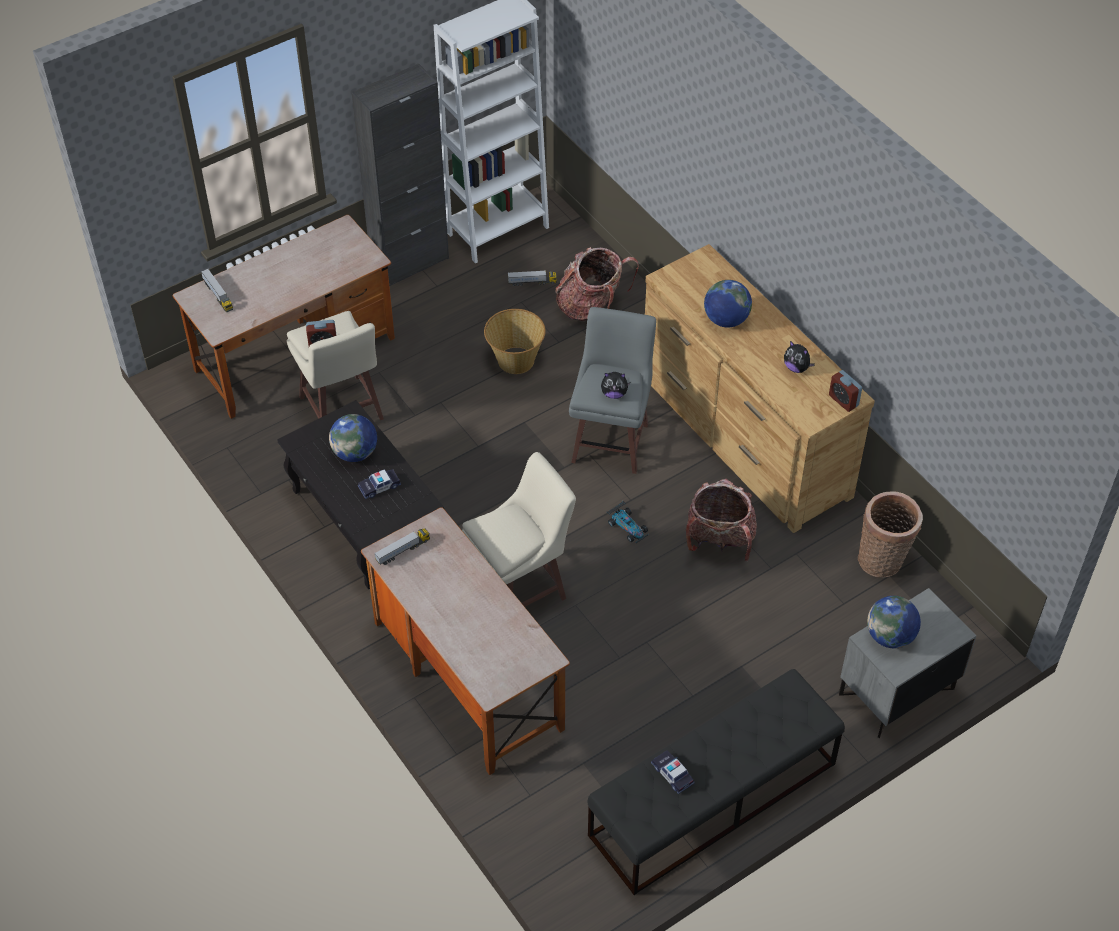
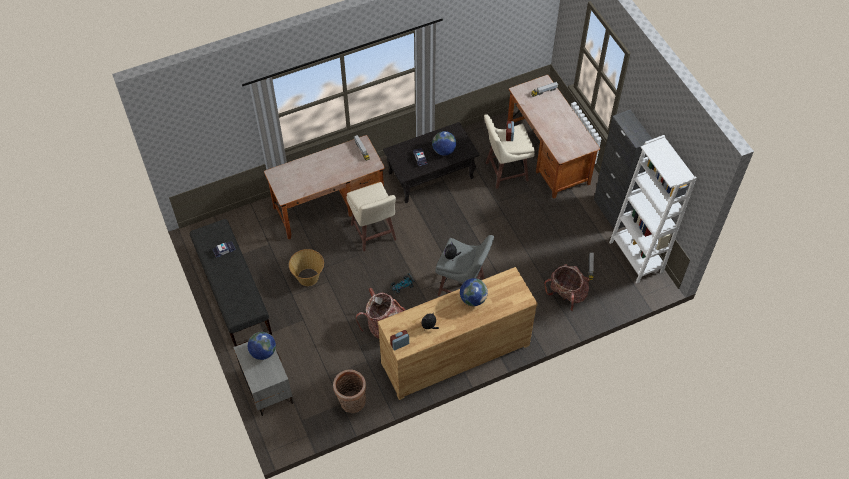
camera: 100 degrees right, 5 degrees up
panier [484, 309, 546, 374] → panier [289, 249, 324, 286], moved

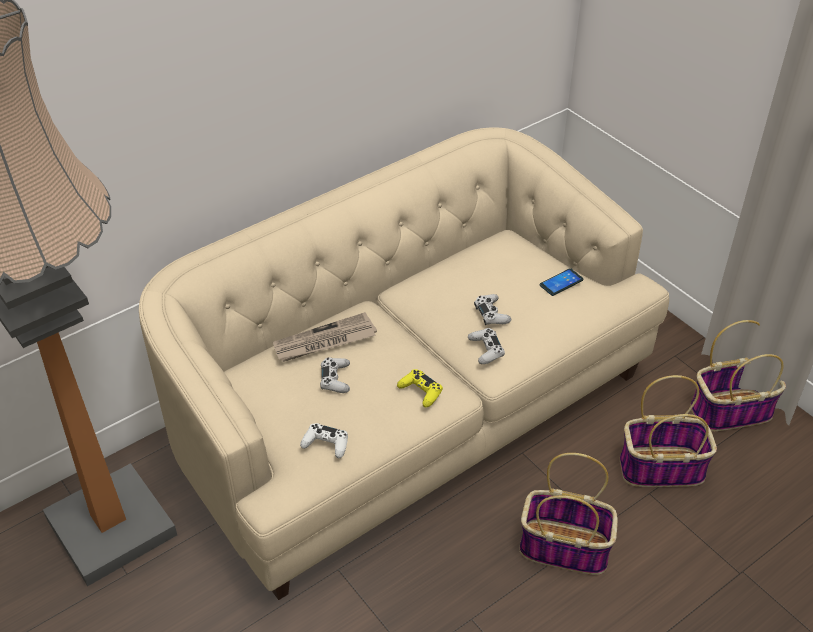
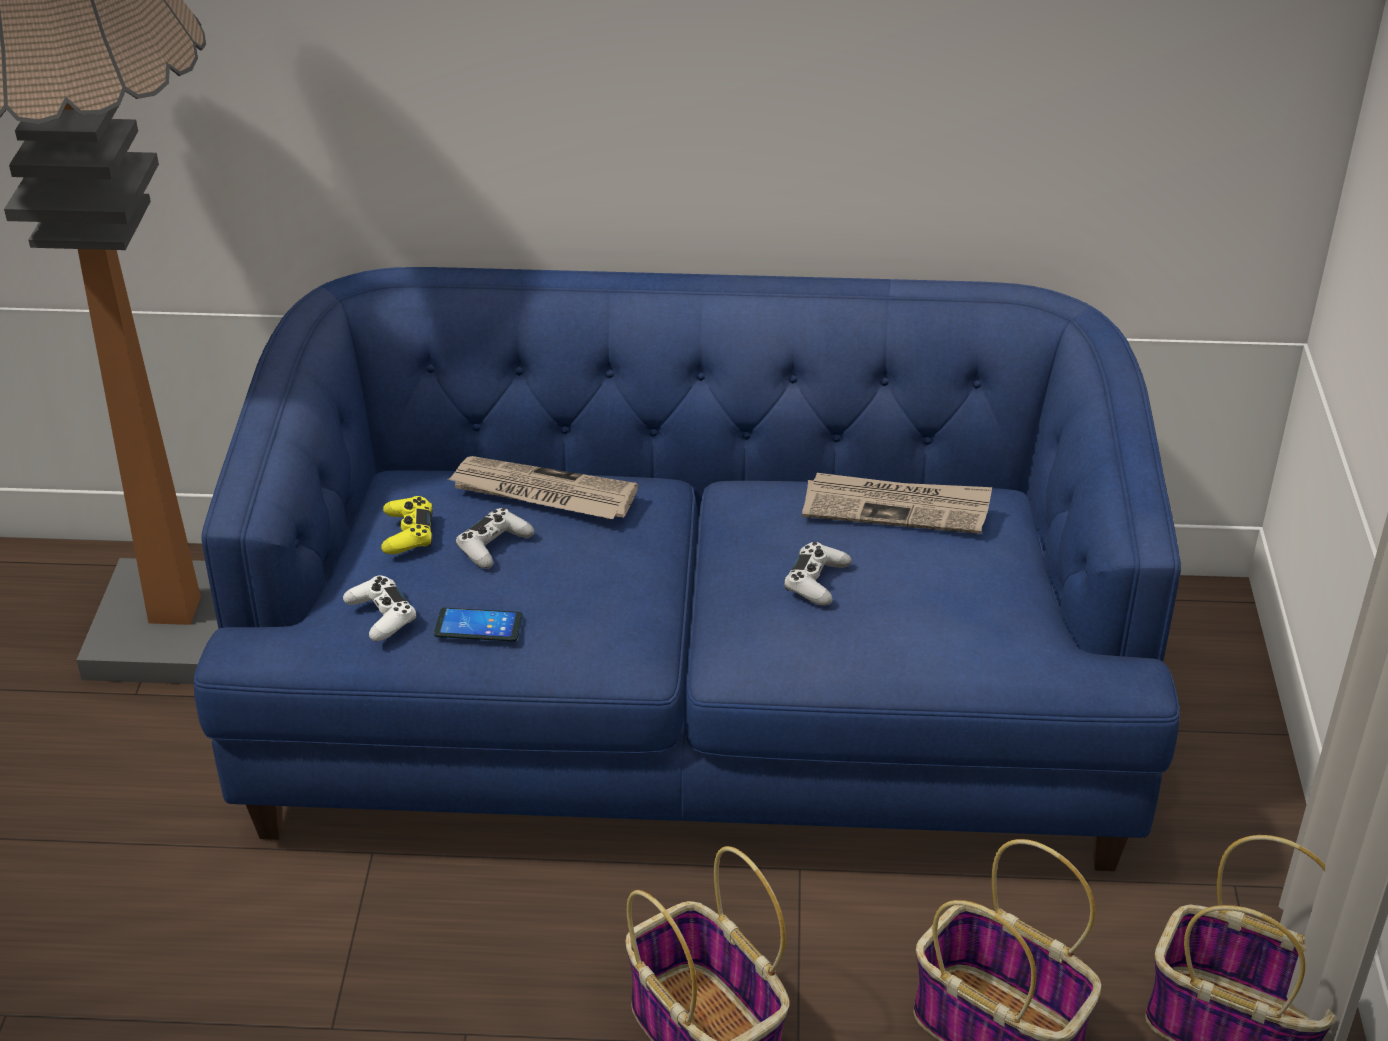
camera: 40 degrees right, 5 degrees down
canapé (beige) [139, 128, 669, 600] → canapé (bleu) [194, 267, 1181, 871]
manette (jaune) [397, 369, 443, 408] → manette (jaune) [381, 496, 433, 554], moved
téléphone [540, 268, 583, 296] → téléphone [434, 608, 523, 642], moved
- → journal [802, 473, 992, 534]
manette (blanc) [468, 328, 505, 364] → -

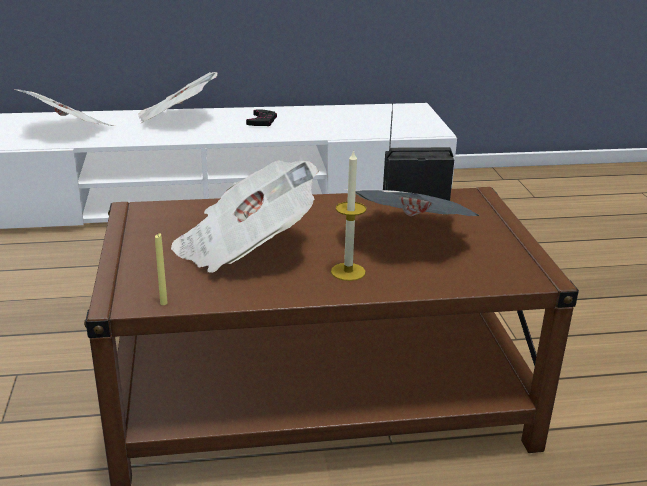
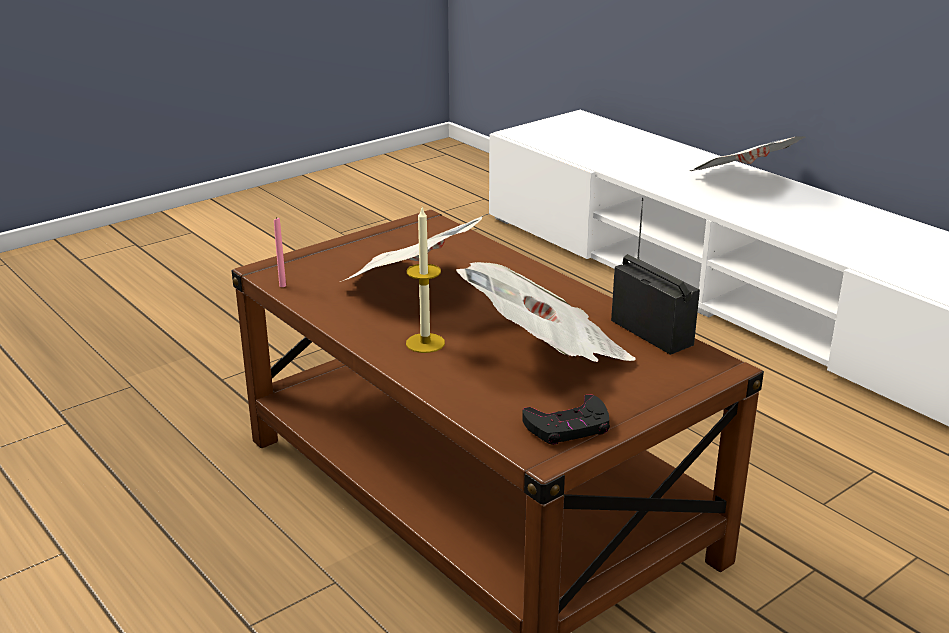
camera: 60 degrees right, 0 degrees up
bougie (jaune) [155, 233, 167, 305] → bougie (rose) [274, 217, 286, 287]
manette (noir) [246, 109, 277, 126] → manette (noir) [522, 395, 610, 445], moved
journal [17, 90, 115, 126] → -

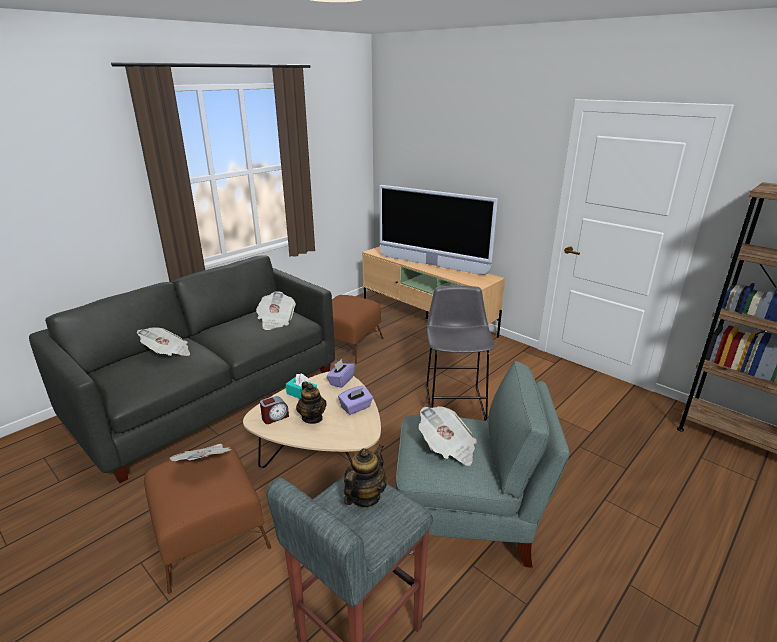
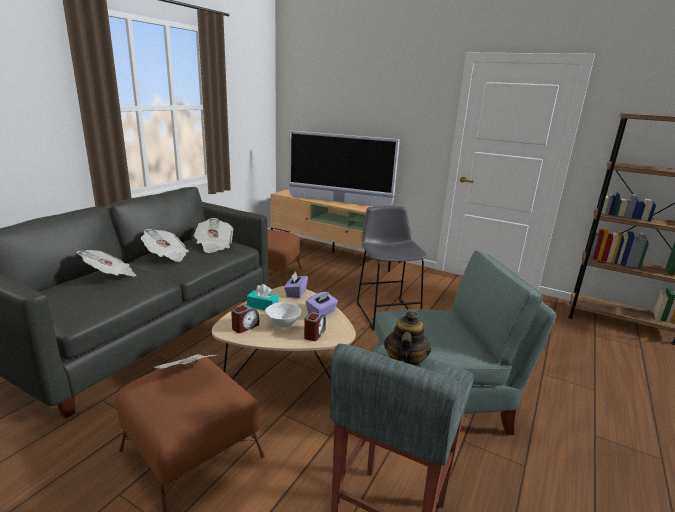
camera: 15 degrees left, 5 degrees down
journal [419, 406, 477, 466] → journal [141, 229, 189, 262], moved
théière [296, 382, 327, 424] → bol (blanc) [265, 302, 301, 327]
- → réveil [304, 312, 326, 341]

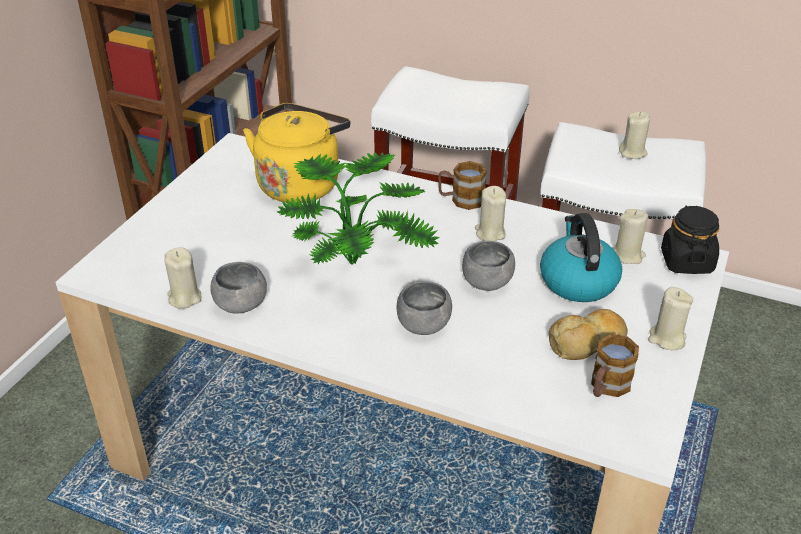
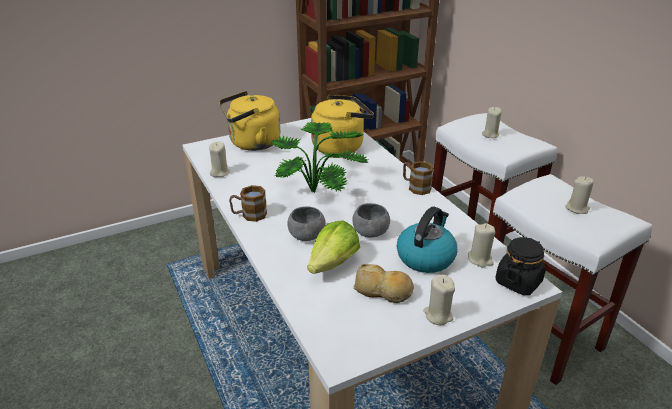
camera: 40 degrees right, 5 degrees down
- → bouilloire (jaune) [219, 91, 280, 151]
mug [591, 334, 639, 397] → mug [229, 185, 267, 222], moved
- → laitue [307, 220, 360, 274]
bougie (beige) [475, 186, 506, 241] → bougie (beige) [482, 107, 502, 138], moved
bol (gris) [210, 262, 267, 314] → -

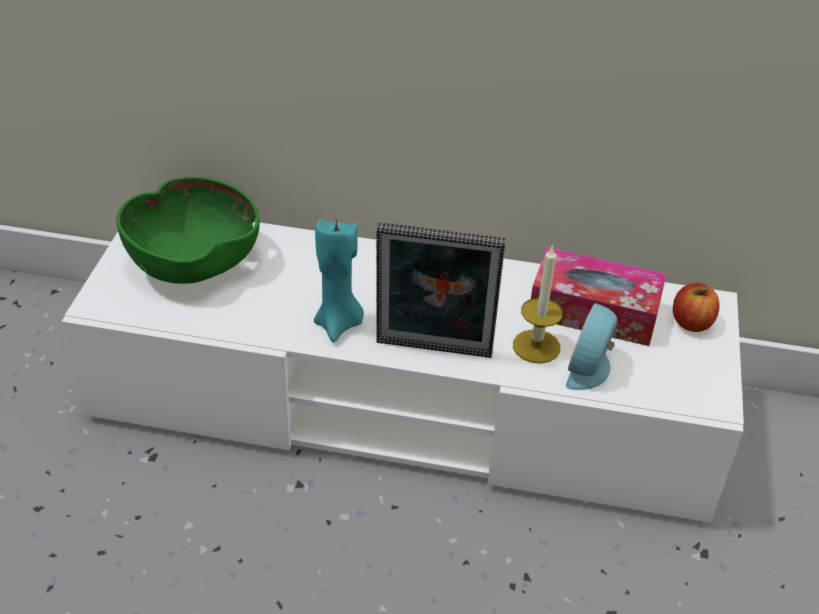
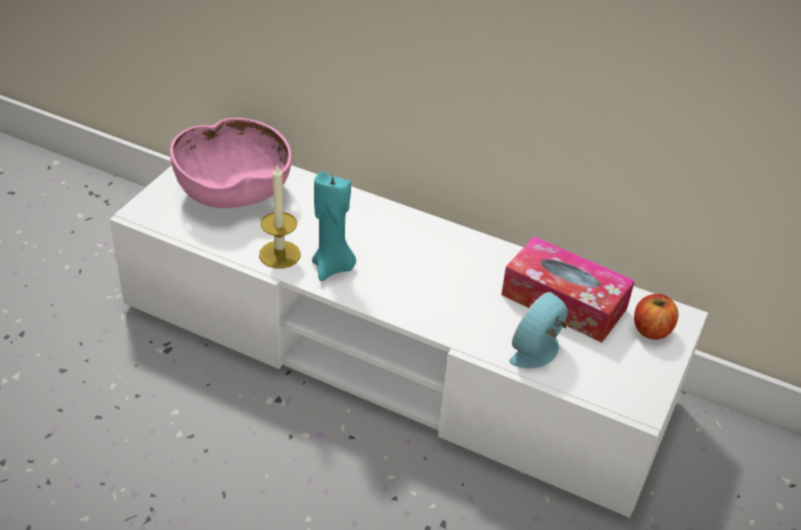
camera: 15 degrees right, 0 degrees up
bol (vert) [116, 177, 260, 284] → bol (rose) [170, 118, 292, 208]
bougie [513, 245, 563, 364] → bougie [259, 164, 301, 269], moved
cadre photo [376, 223, 506, 358] → -

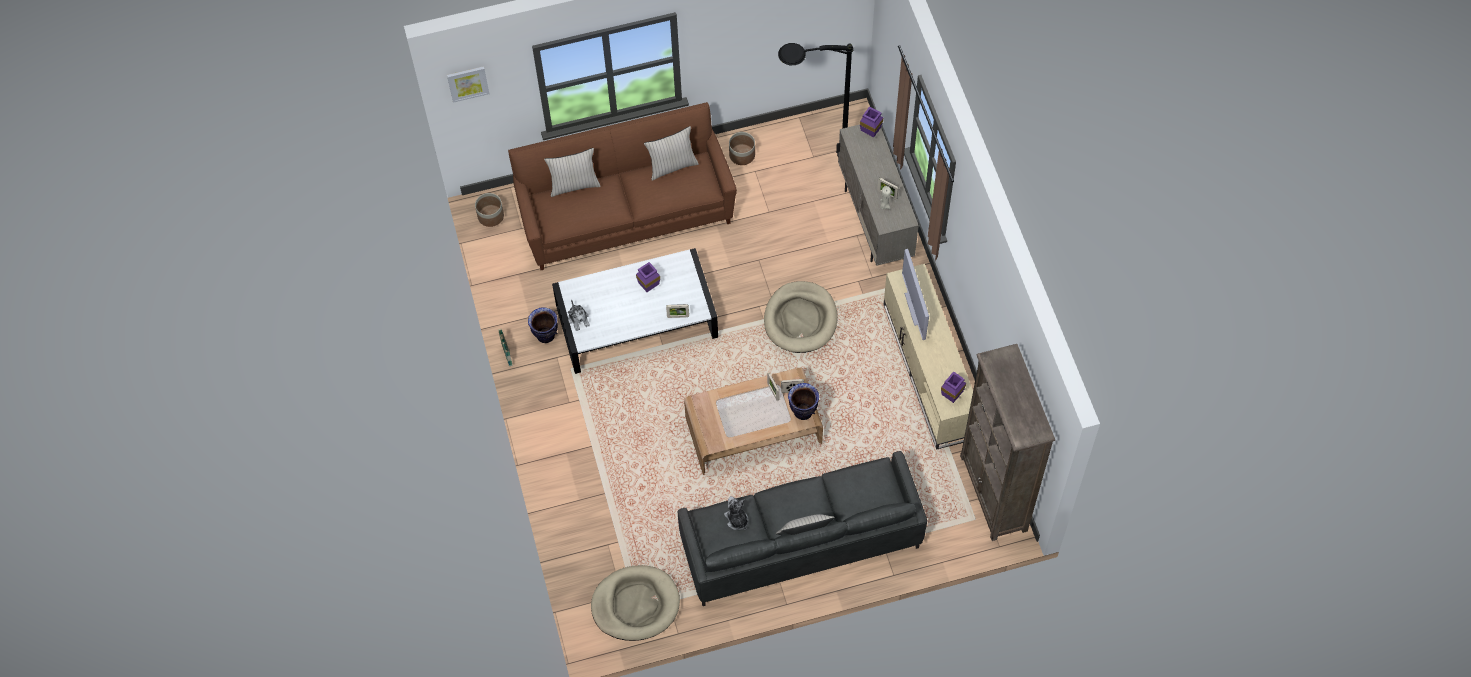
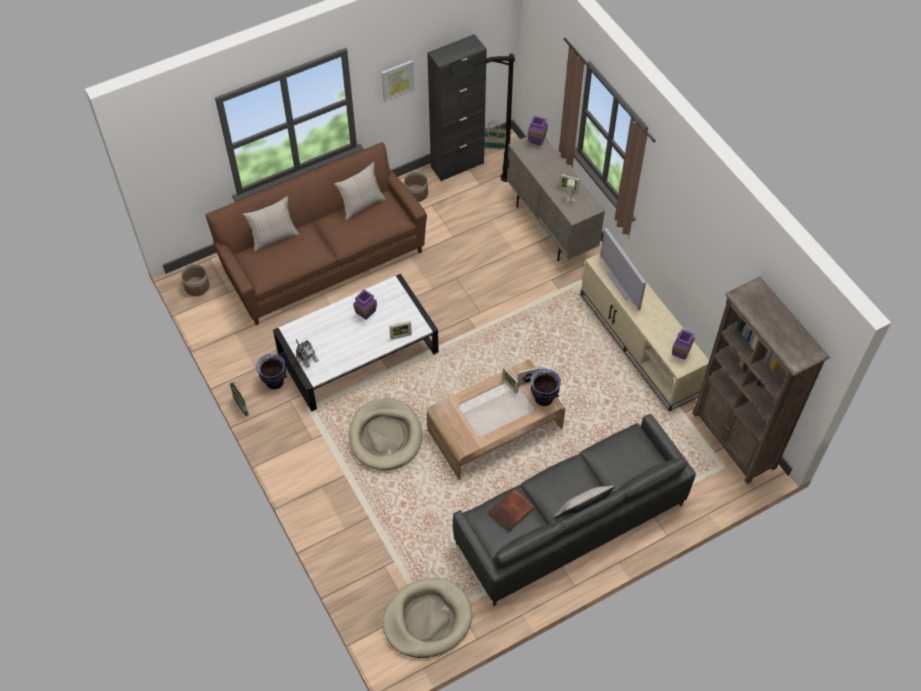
camera: 15 degrees left, 5 degrees down
panier pour chien (beige) [764, 281, 838, 353] → panier pour chien (beige) [349, 398, 422, 470], moved
tableau [447, 66, 489, 103] → tableau [381, 60, 414, 102], moved
- → meuble de rangement (noir) [427, 34, 487, 182]
- → panier [484, 121, 506, 149]
peluche [724, 496, 748, 530] → livre [489, 489, 534, 532]

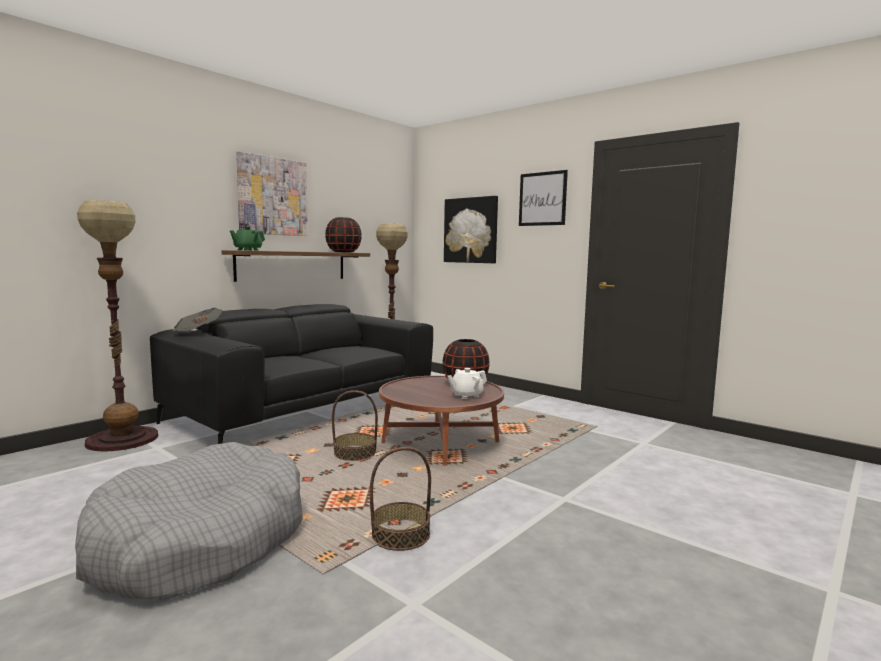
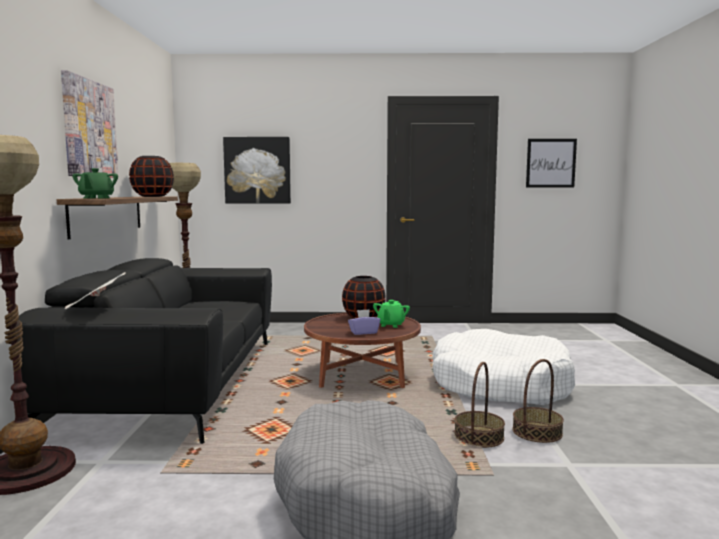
camera: 40 degrees left, 0 degrees up
- → boîte à mouchoirs (violet) [348, 309, 380, 335]
théière (blanc) [447, 368, 487, 399] → théière (vert) [373, 300, 410, 328]
- → panier pour chien (blanc) [432, 329, 575, 405]
panier [332, 390, 378, 461] → panier [512, 359, 564, 443], moved
tableau [519, 170, 568, 226] → tableau [526, 139, 577, 188], moved

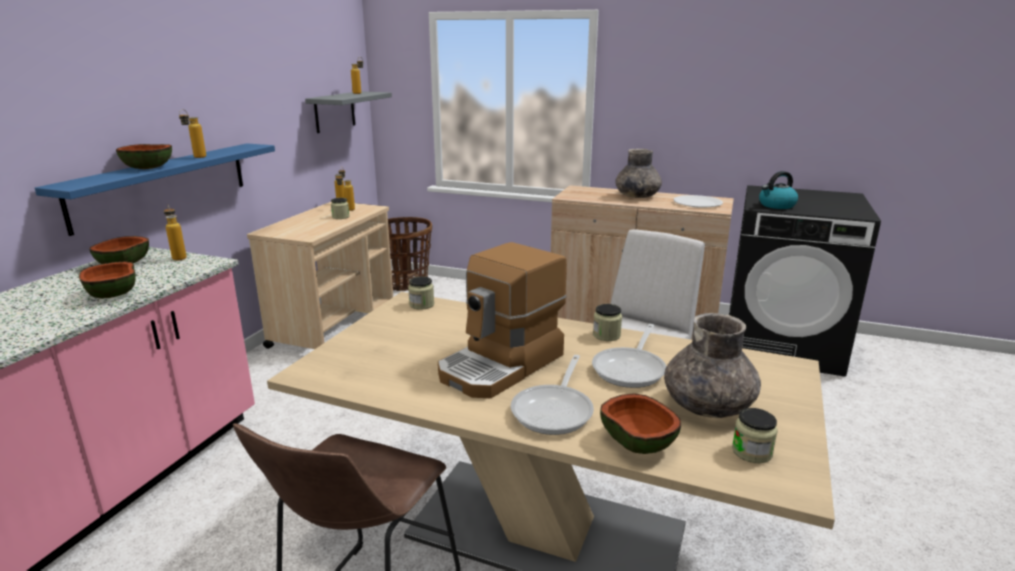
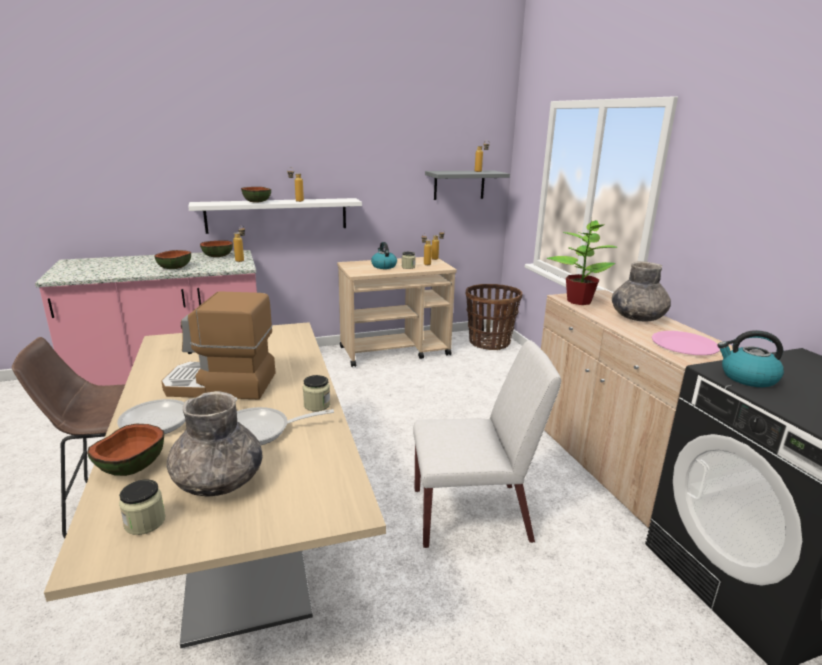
camera: 50 degrees right, 0 degrees up
étagère (bleu) [35, 143, 275, 236] → étagère (blanc) [188, 198, 362, 234]
- → bouilloire [371, 242, 397, 269]
- → plante en pot [546, 217, 618, 305]
assiette (blanc) [674, 195, 723, 208] → assiette (rose) [652, 331, 720, 355]
bocal [408, 276, 434, 310] → -

